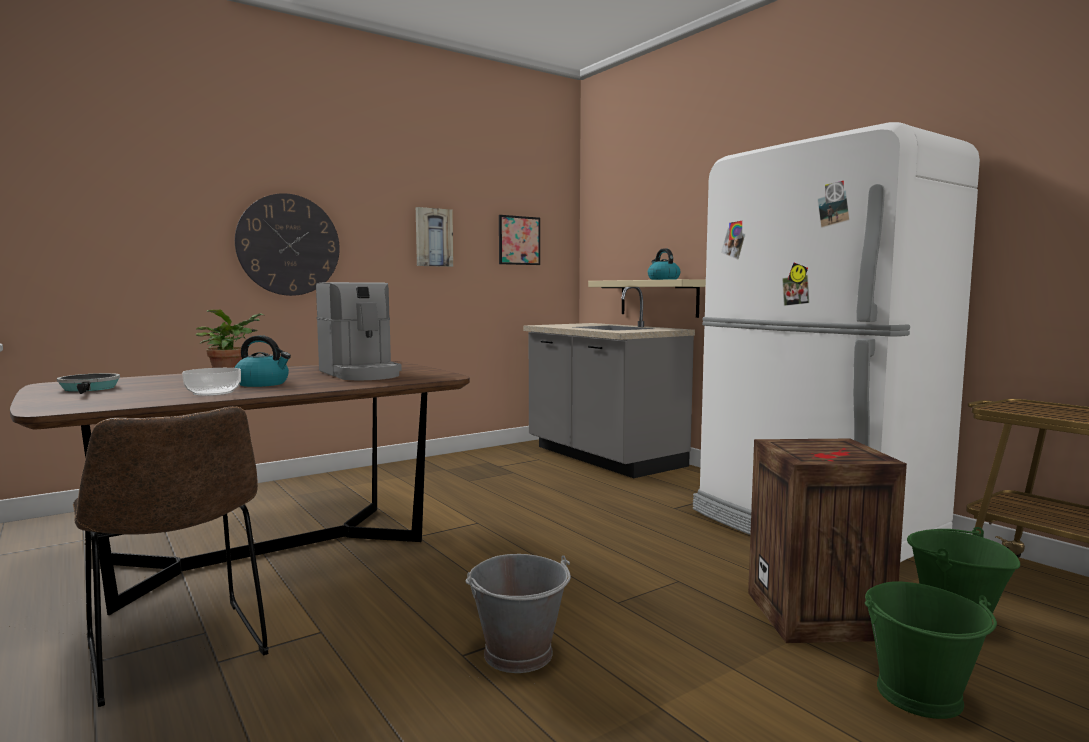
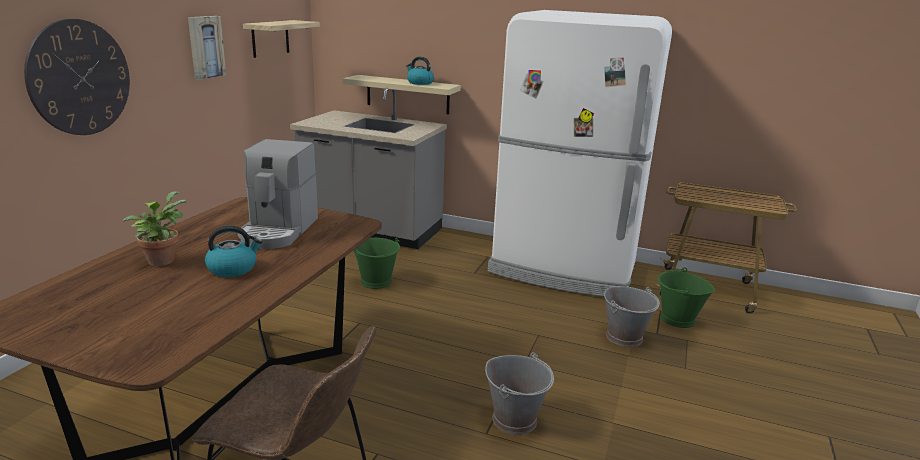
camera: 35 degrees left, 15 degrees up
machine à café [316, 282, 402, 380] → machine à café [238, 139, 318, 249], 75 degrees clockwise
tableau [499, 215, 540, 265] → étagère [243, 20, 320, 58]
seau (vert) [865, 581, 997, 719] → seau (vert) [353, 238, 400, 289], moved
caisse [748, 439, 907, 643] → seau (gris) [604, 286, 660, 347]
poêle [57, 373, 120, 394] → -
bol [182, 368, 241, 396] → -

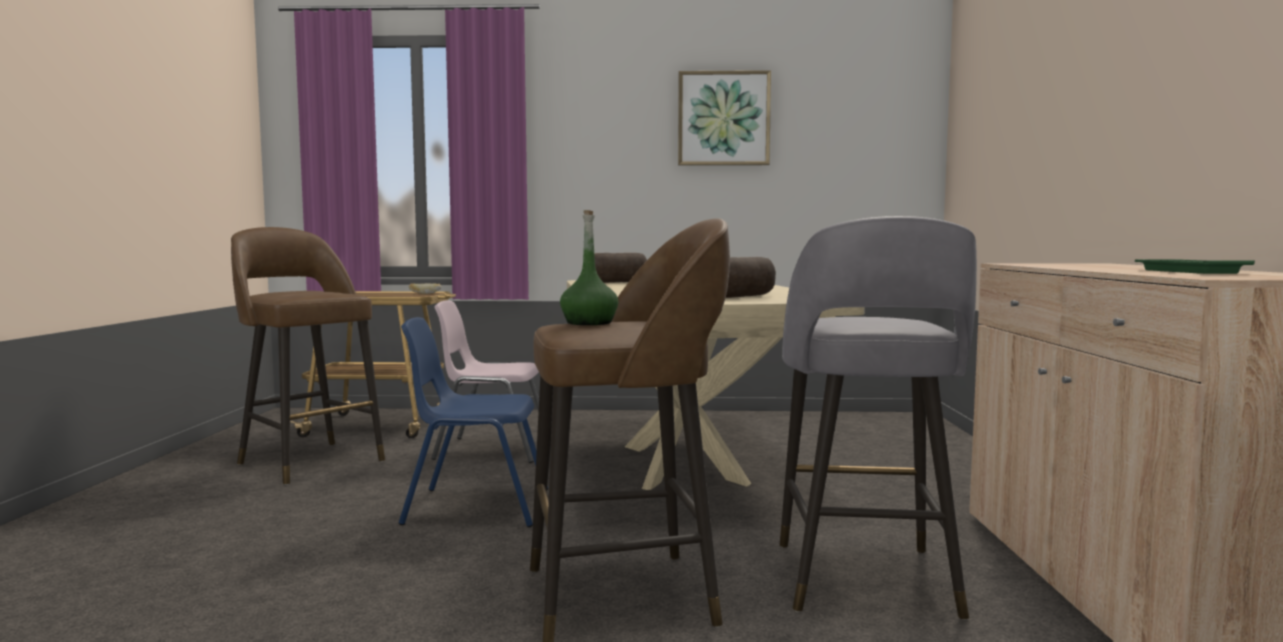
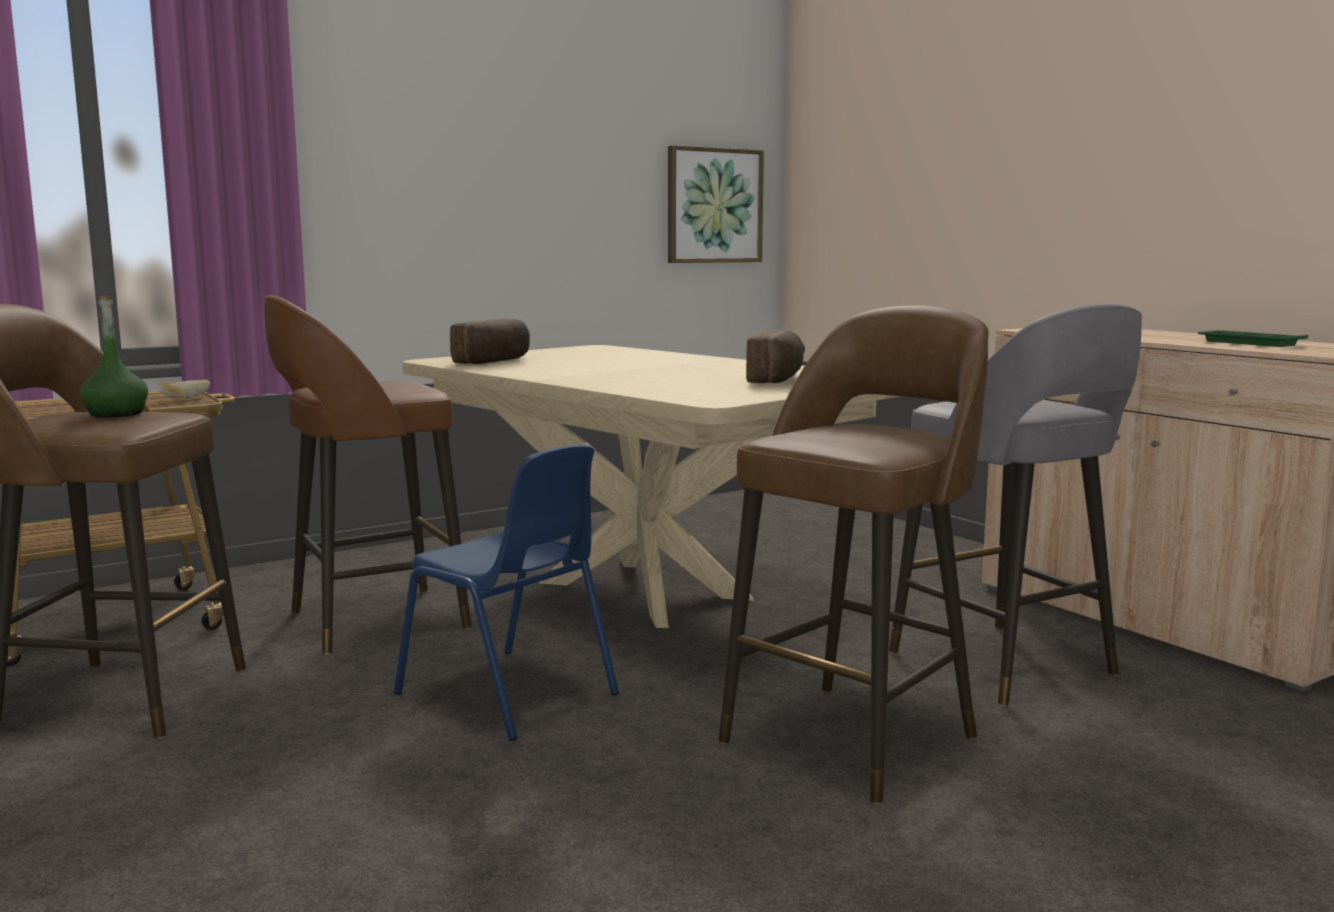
camera: 35 degrees left, 5 degrees up
bouteille (vert) [560, 210, 618, 325] → bouteille (vert) [80, 296, 148, 418], moved
chaise (rose) [431, 300, 539, 463] → tabouret (marron) [264, 295, 471, 655]
chaise (bleu) [399, 317, 548, 527] → chaise (bleu) [394, 444, 619, 741], 105 degrees counterclockwise
tableau [678, 70, 771, 166] → tableau [668, 145, 764, 263], moved

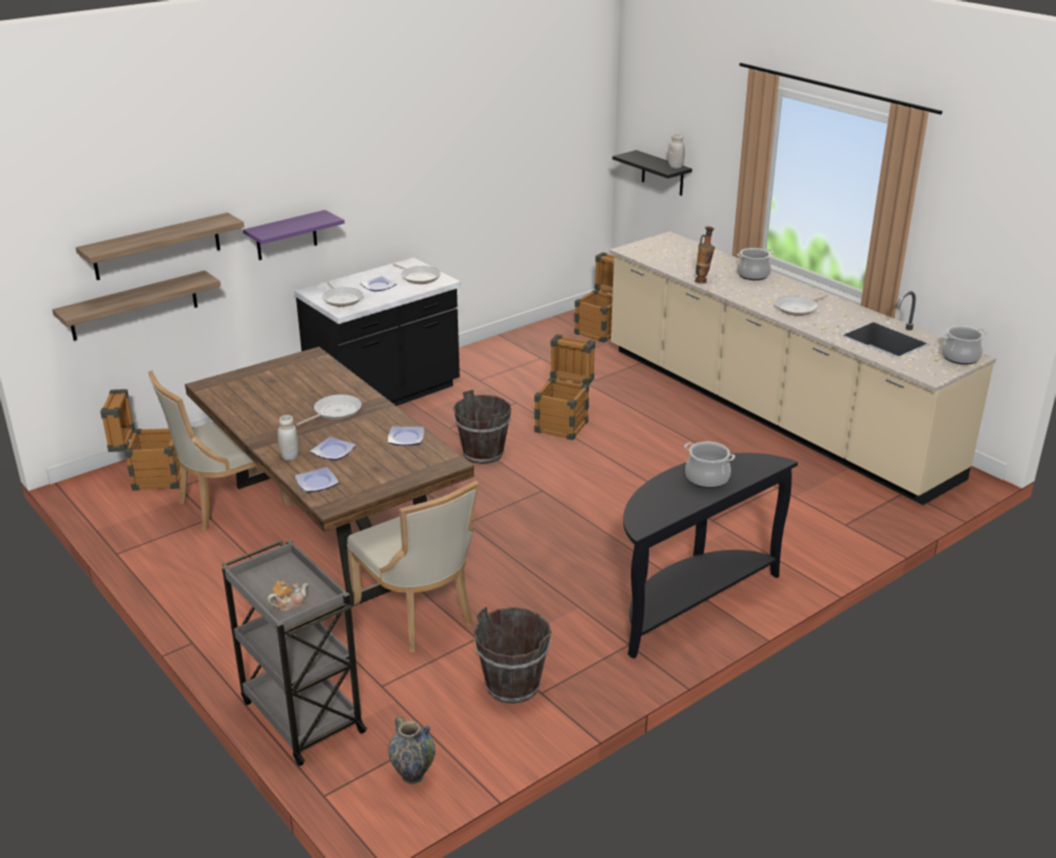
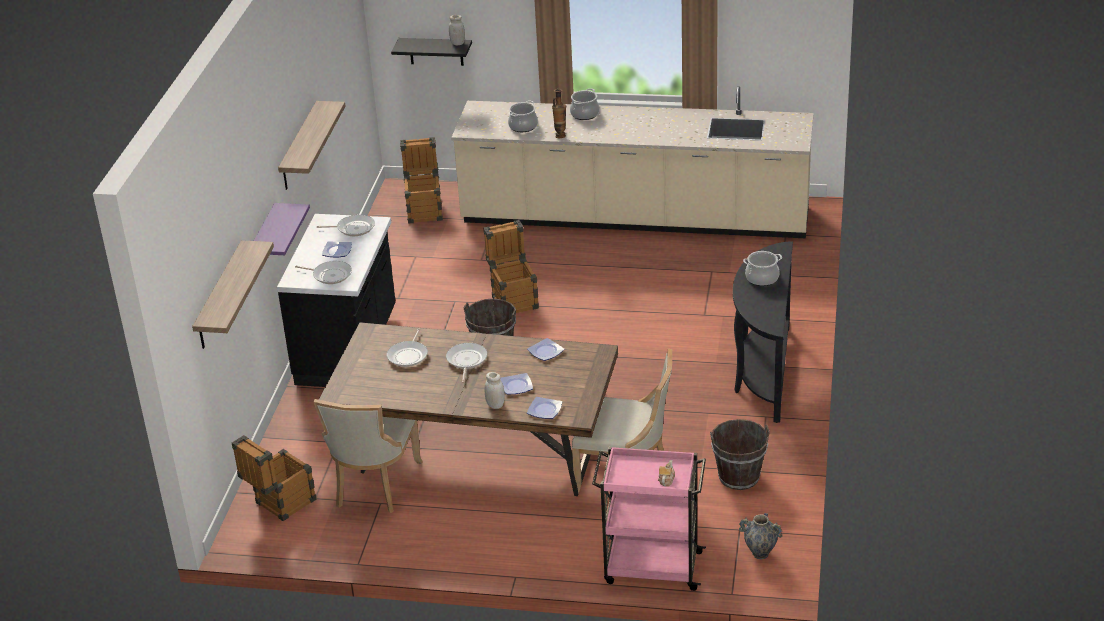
camera: 40 degrees left, 5 degrees up
étagère [52, 270, 221, 341] → étagère [278, 101, 345, 190], moved
poêle [775, 295, 828, 316] → poêle [387, 329, 428, 367], moved
marmite [941, 326, 987, 365] → marmite [508, 101, 538, 132], moved
chariot (gris) [222, 540, 367, 766] → chariot (rose) [592, 447, 706, 591]

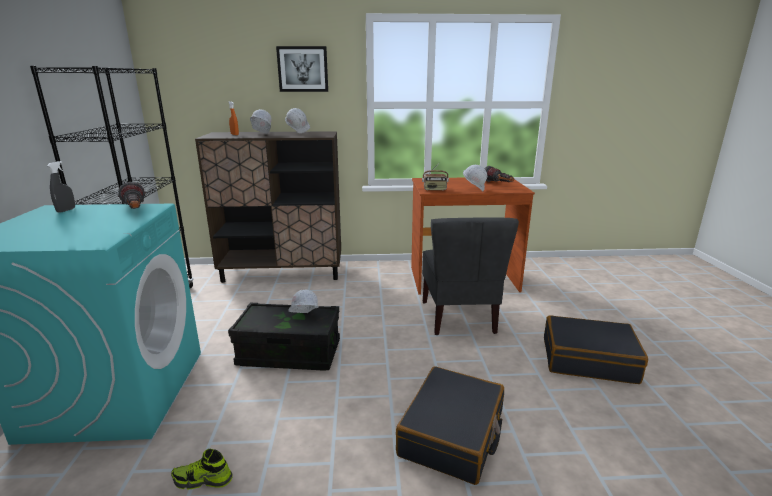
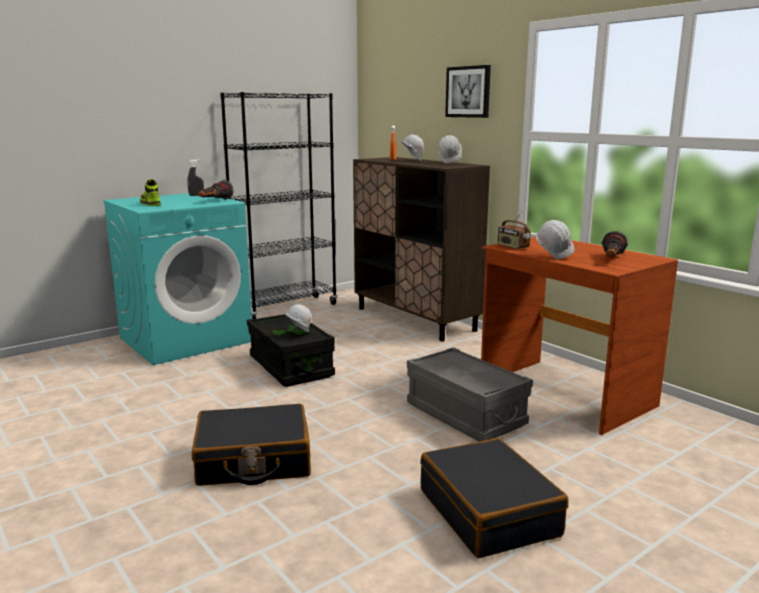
camera: 55 degrees right, 5 degrees down
chaussure [171, 449, 233, 489] → chaussure [140, 179, 161, 206], moved
chaise (gris) [422, 218, 519, 335] → boîte de rangement (gris) [407, 347, 533, 442]

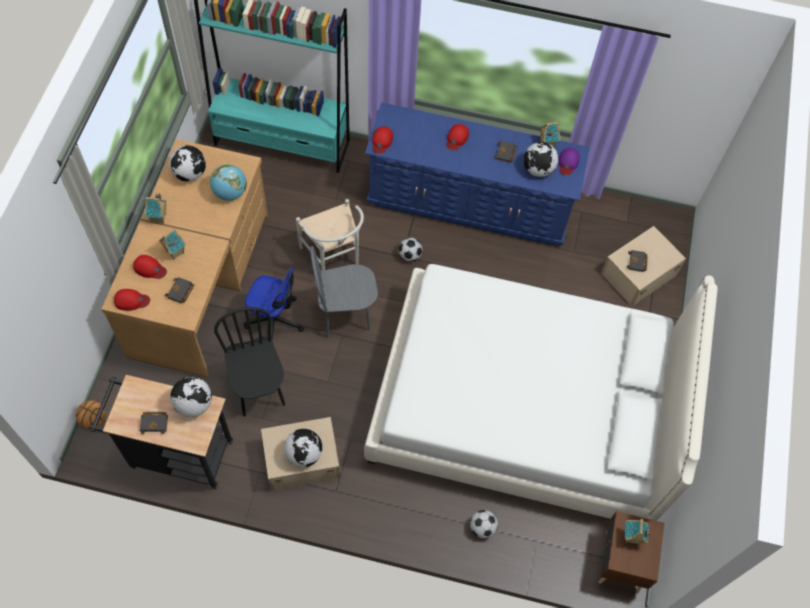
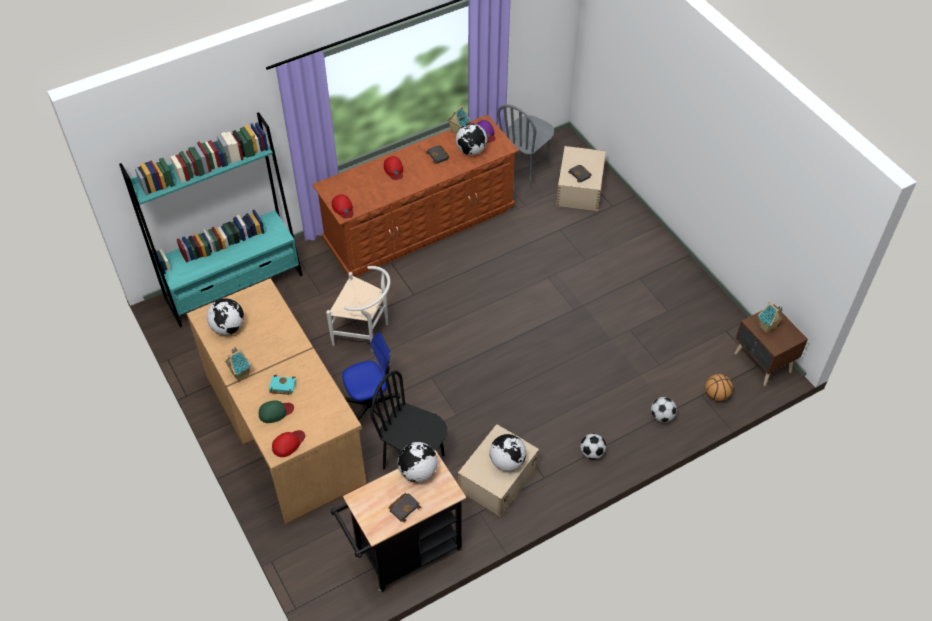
camera: 40 degrees left, 10 degrees down
casquette (rouge) [133, 255, 167, 279] → casquette (vert) [259, 400, 294, 423]
maison miniature [159, 229, 186, 259] → livre (turquoise) [269, 375, 296, 395]
commode (bleu) [365, 102, 590, 246] → commode (marron) [312, 115, 519, 277]
chaise (gris) [310, 246, 378, 338] → chaise (gris) [497, 104, 554, 189], moved
ballon de foot [398, 238, 423, 262] → ballon de foot [580, 433, 606, 460], moved
ballon de basket [76, 400, 106, 430] → ballon de basket [705, 374, 733, 401], moved
livre (noir) [165, 277, 194, 303] → -
globe [210, 164, 247, 201] → -
lit (blanc) [364, 264, 718, 521] → -

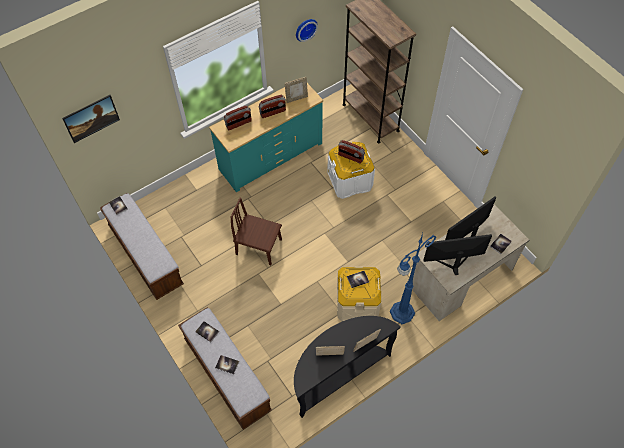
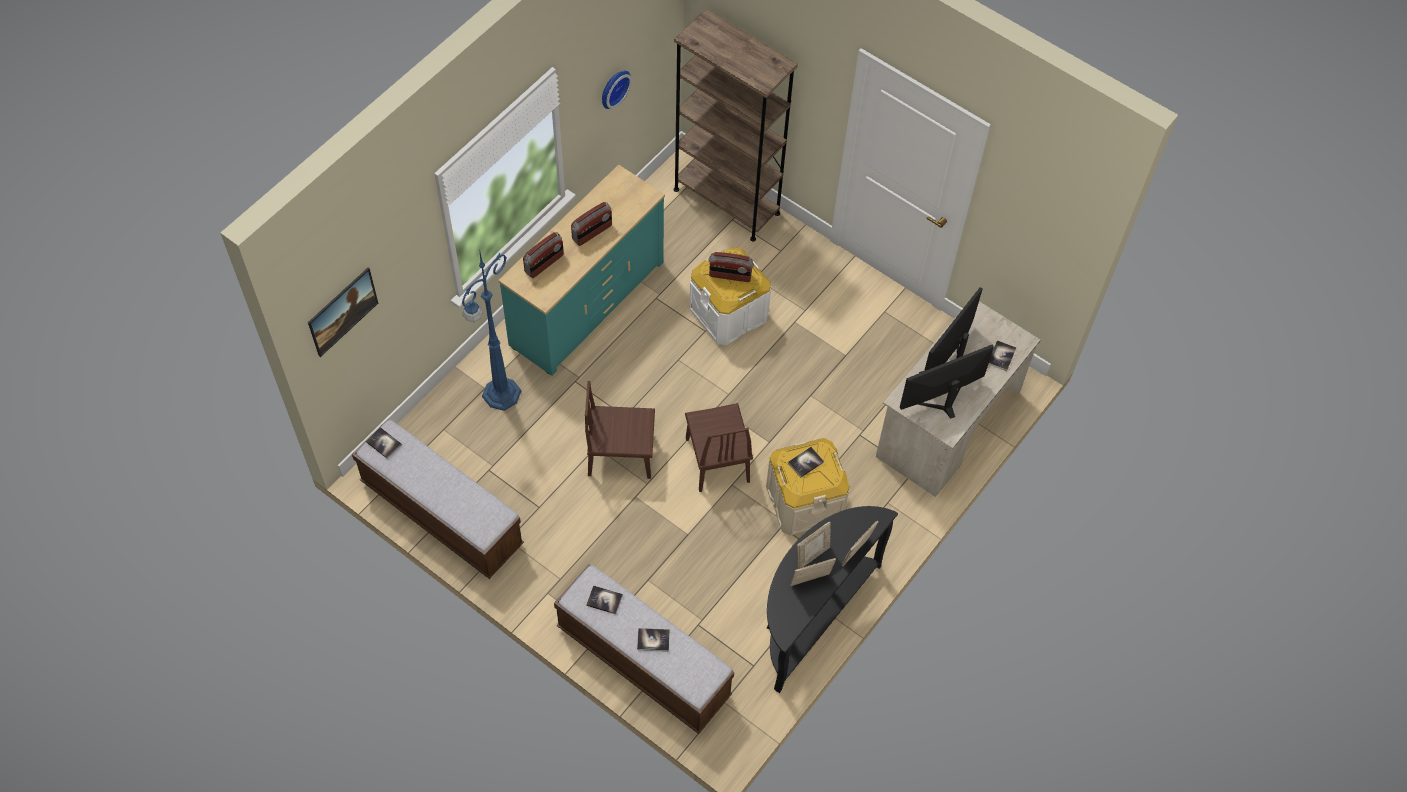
camera: 20 degrees left, 0 degrees up
lampadaire (bleu) [390, 233, 436, 324] → lampadaire (bleu) [462, 248, 521, 411], moved
- → chaise (marron) [685, 403, 753, 492]
cadre photo [285, 77, 308, 103] → cadre photo [797, 521, 831, 569], moved

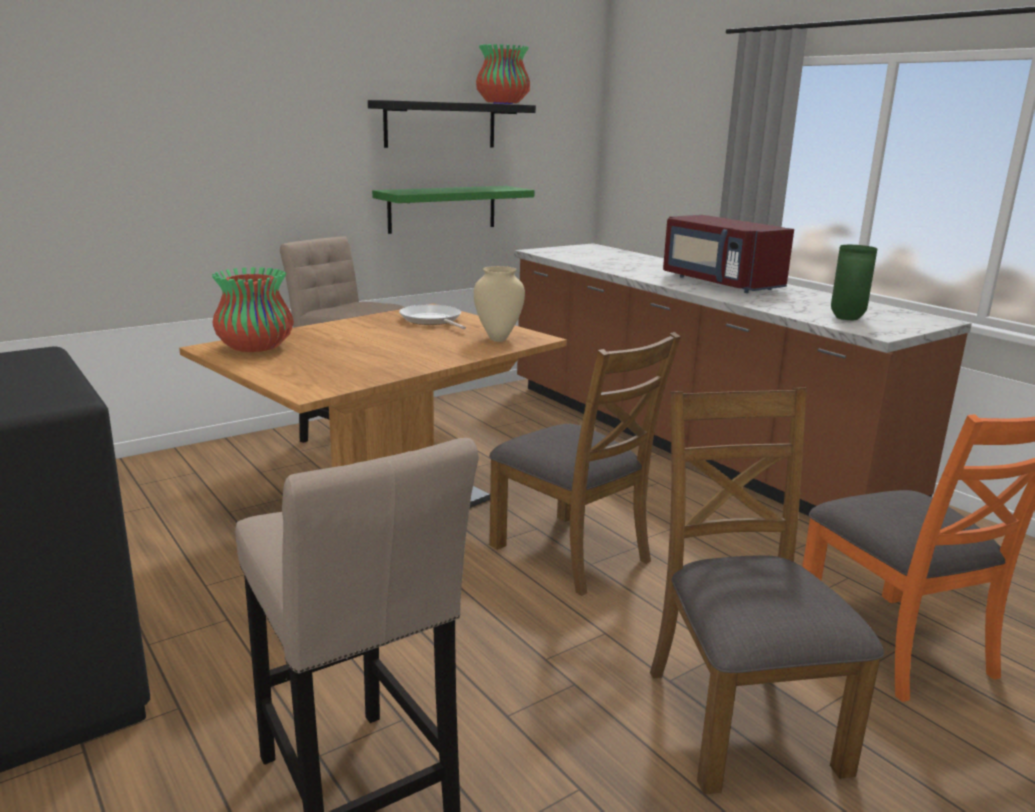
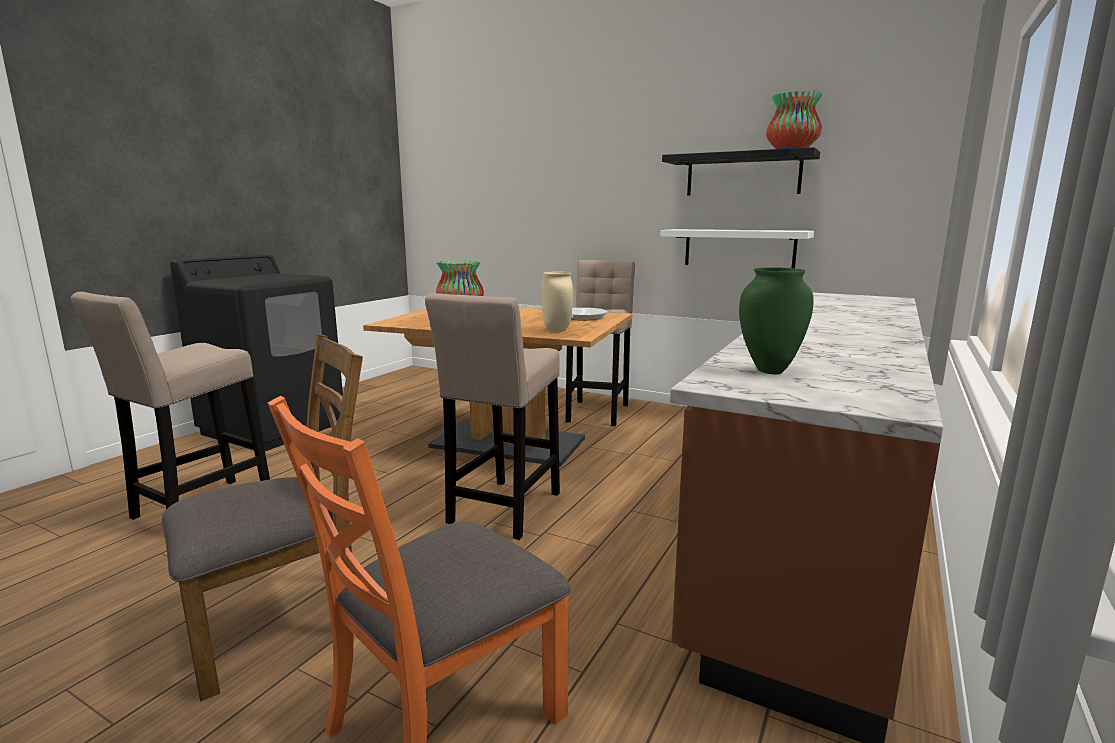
camera: 65 degrees right, 5 degrees down
chaise (marron) [489, 332, 681, 596] → tabouret (beige) [425, 293, 560, 540]
étagère (vert) [372, 186, 535, 234] → étagère (blanc) [660, 229, 814, 268]
micro-ondes (rouge) [663, 215, 794, 293] → -

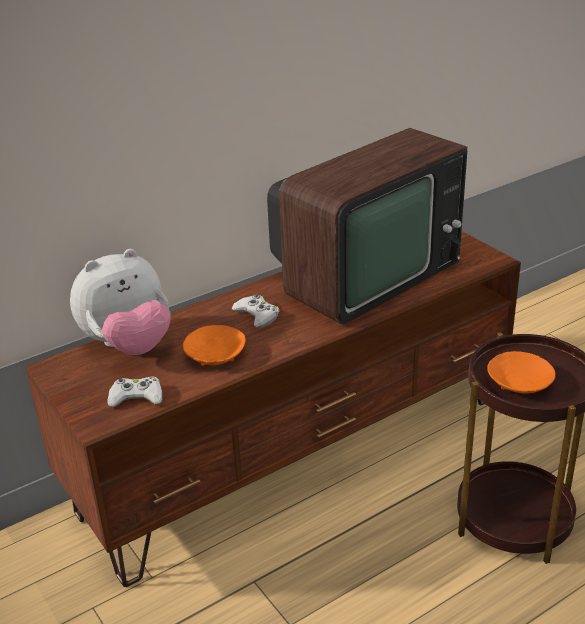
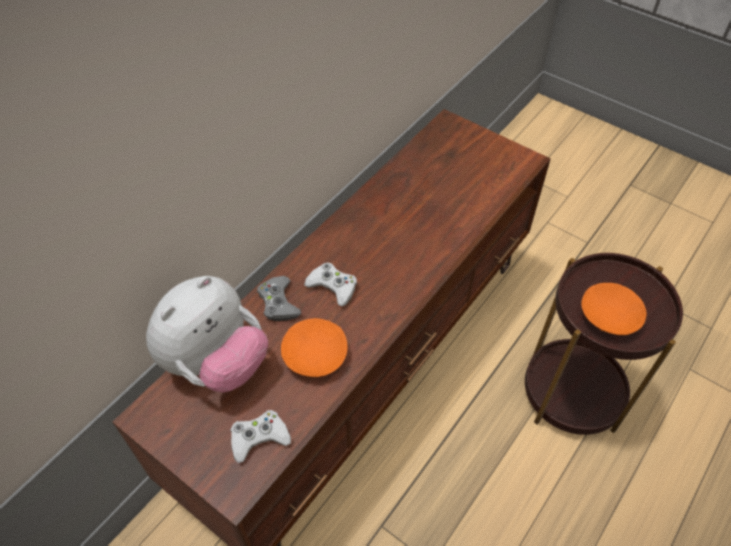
camera: 20 degrees left, 20 degrees up
- → manette (gris) [257, 276, 301, 321]
téléviseur [267, 128, 467, 324] → -

